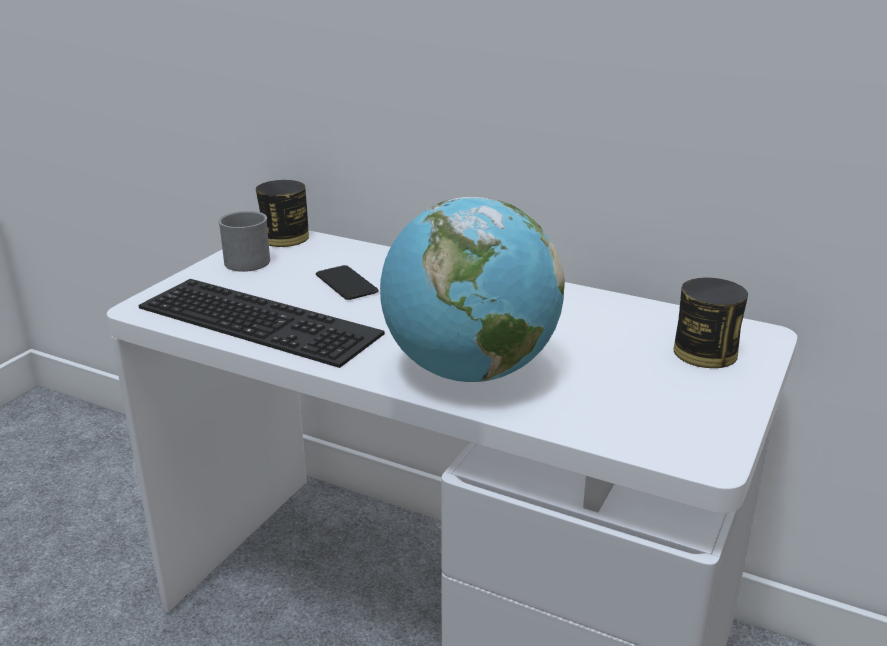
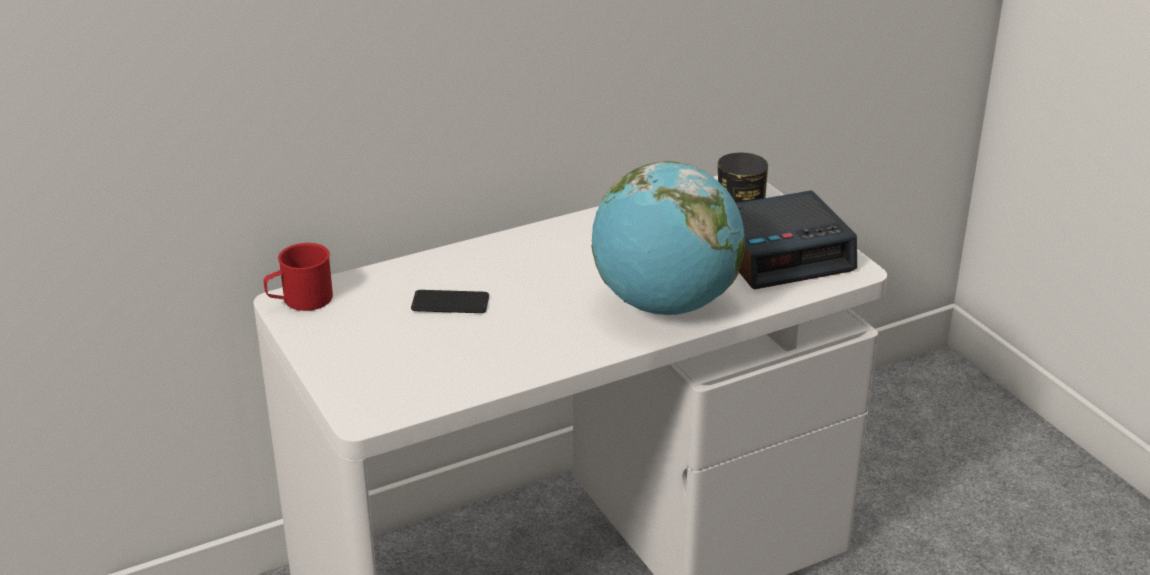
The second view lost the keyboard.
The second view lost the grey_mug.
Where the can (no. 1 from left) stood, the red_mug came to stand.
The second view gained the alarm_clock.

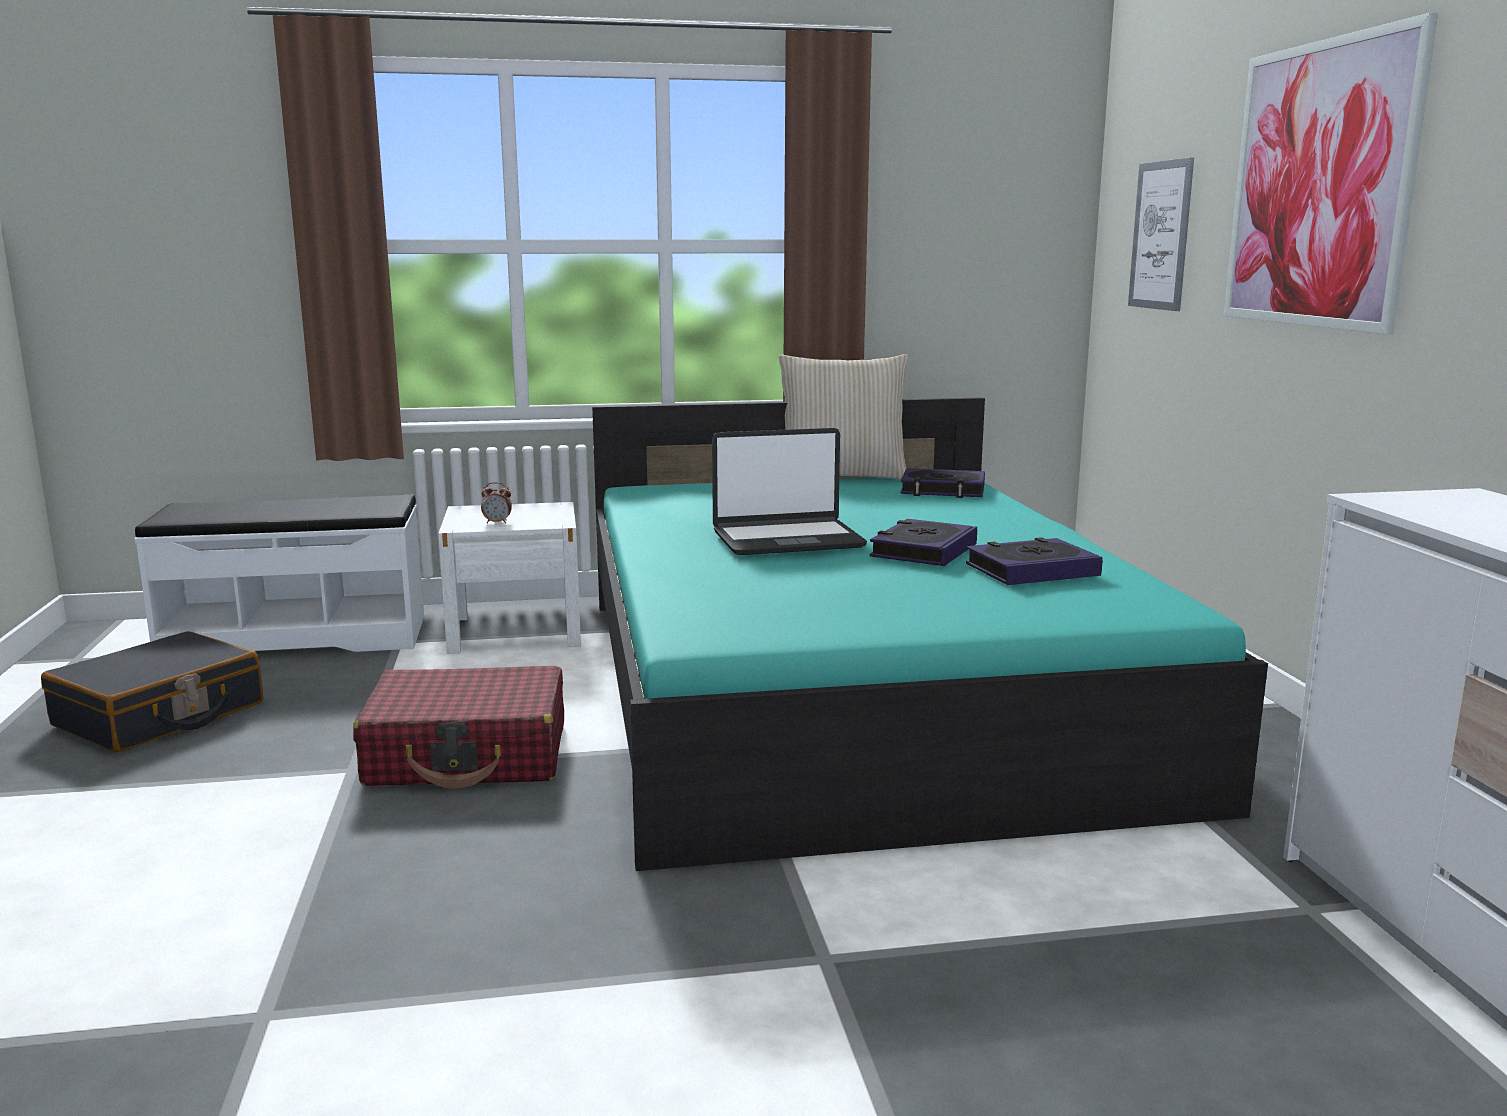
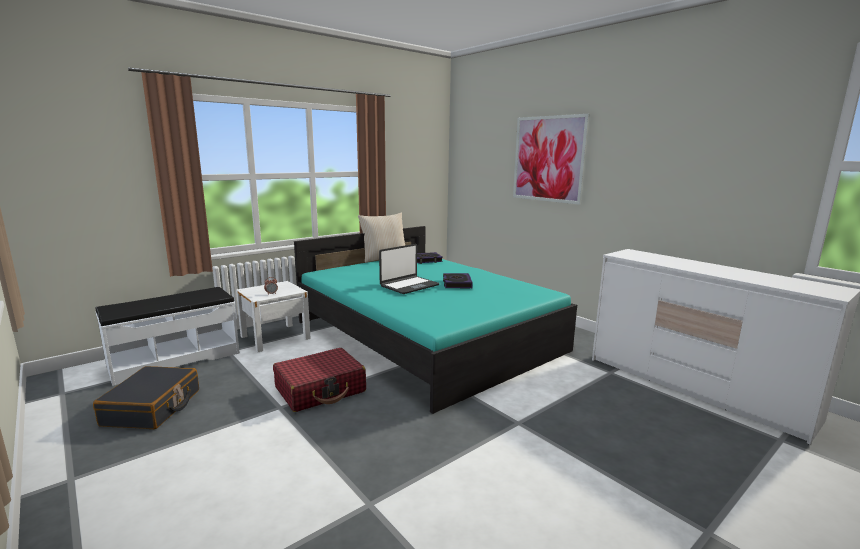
The second view lost the book (no. 3 from left).
The second view lost the picture (no. 1 from left).

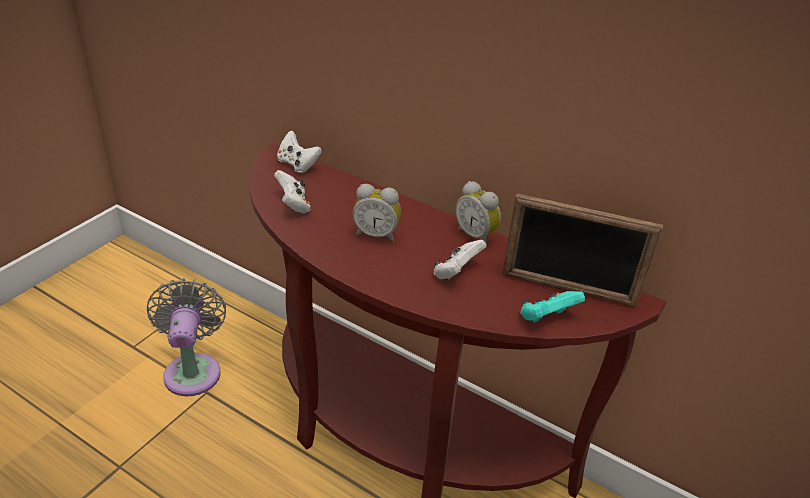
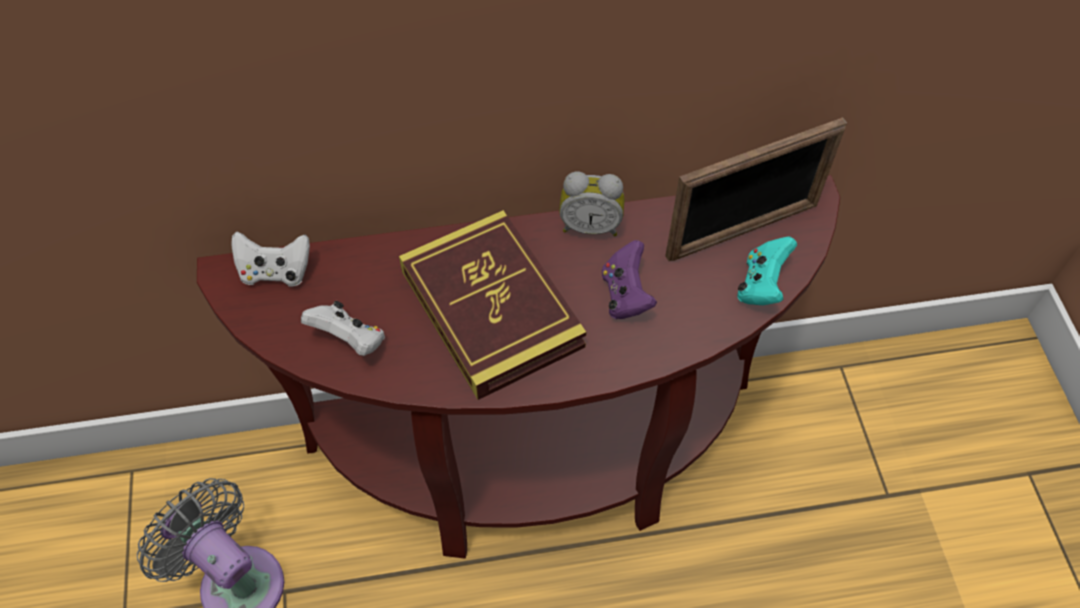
Where the alarm_clock (no. 1 from left) stood, the book came to stand.
What was the white_game_controller (no. 3 from left) turned into the purple_game_controller.

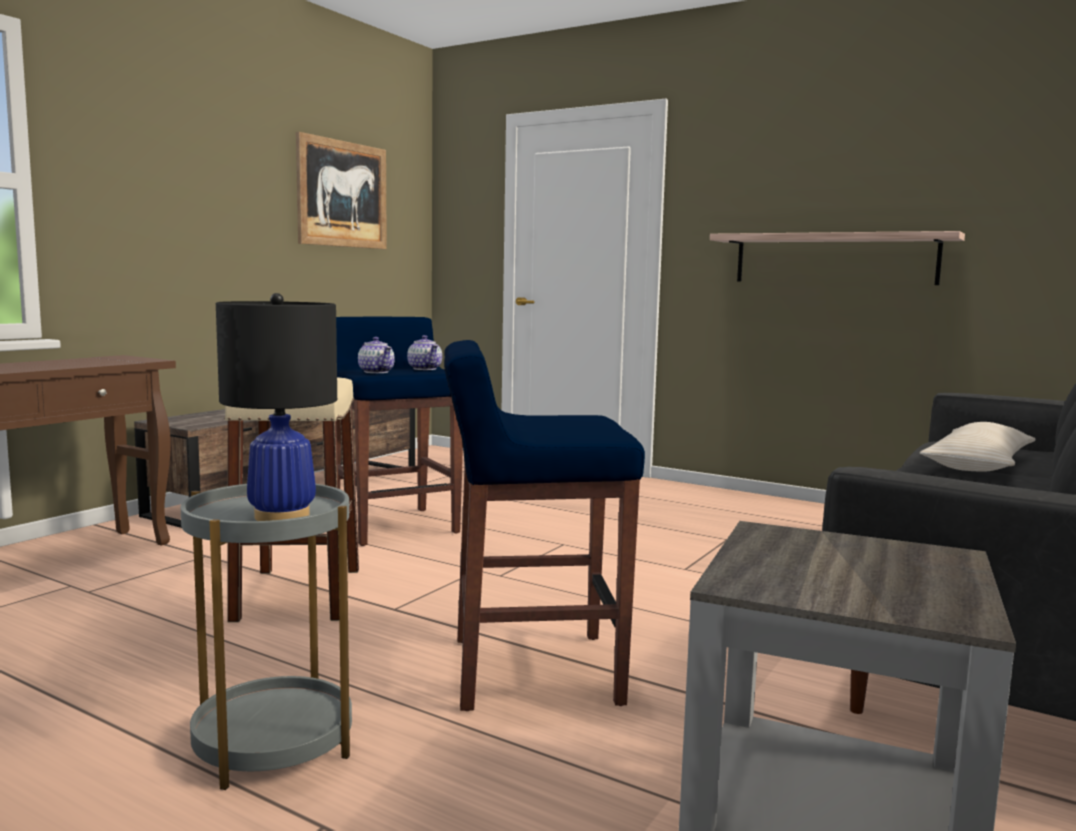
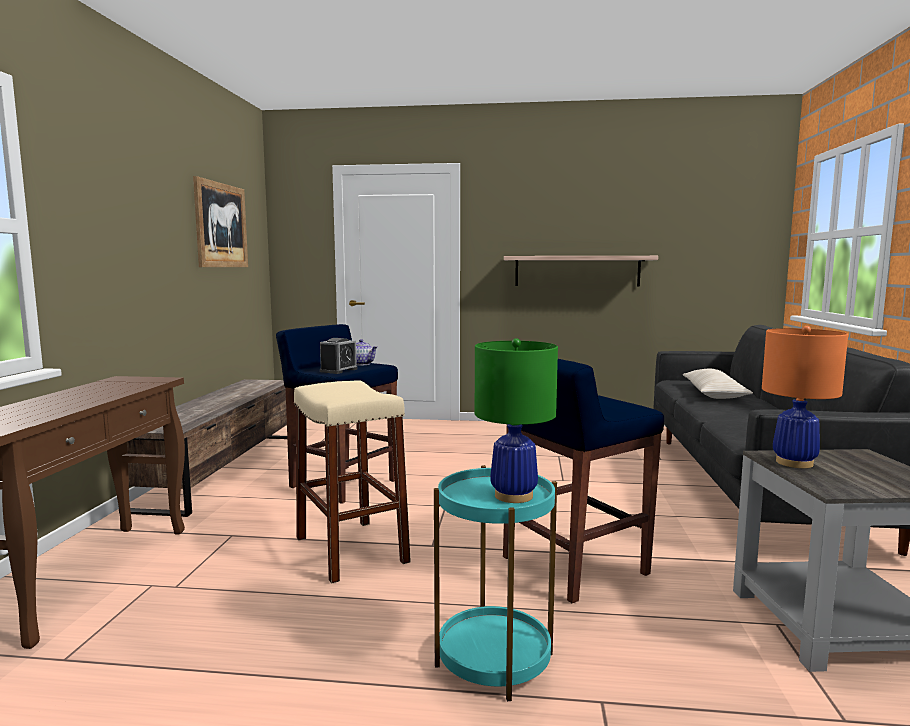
What was the grey_side_table (no. 1 from left) turned into the turquoise_side_table.
What was the black_table_lamp turned into the green_table_lamp.
Where the teapot (no. 1 from left) stood, the alarm_clock came to stand.
The second view gained the orange_table_lamp.

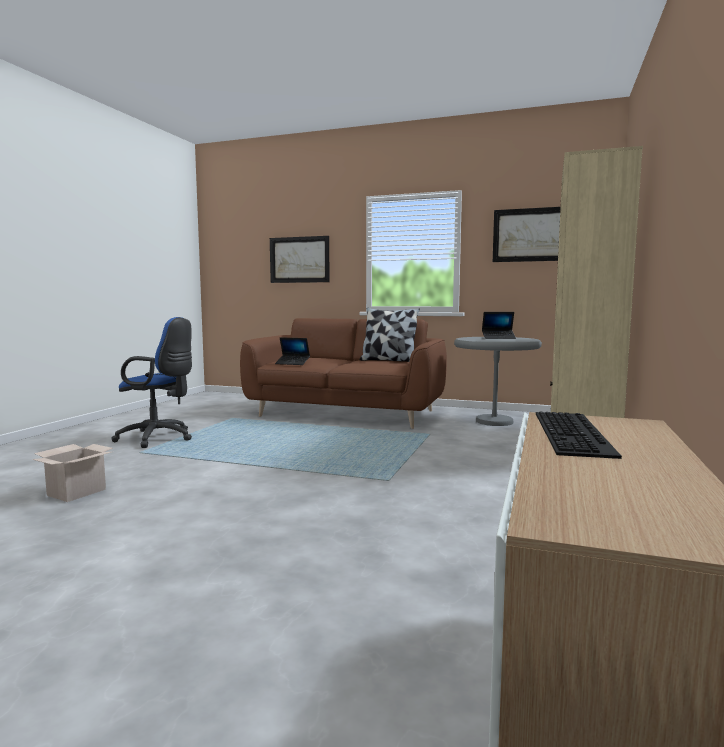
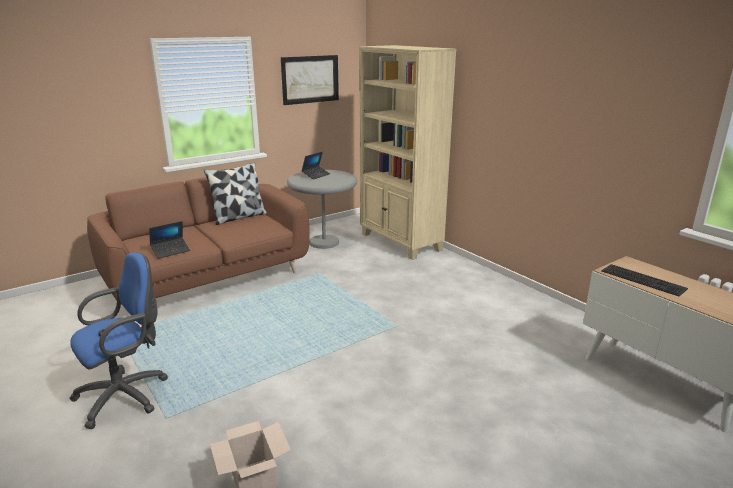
The second view lost the picture (no. 1 from left).

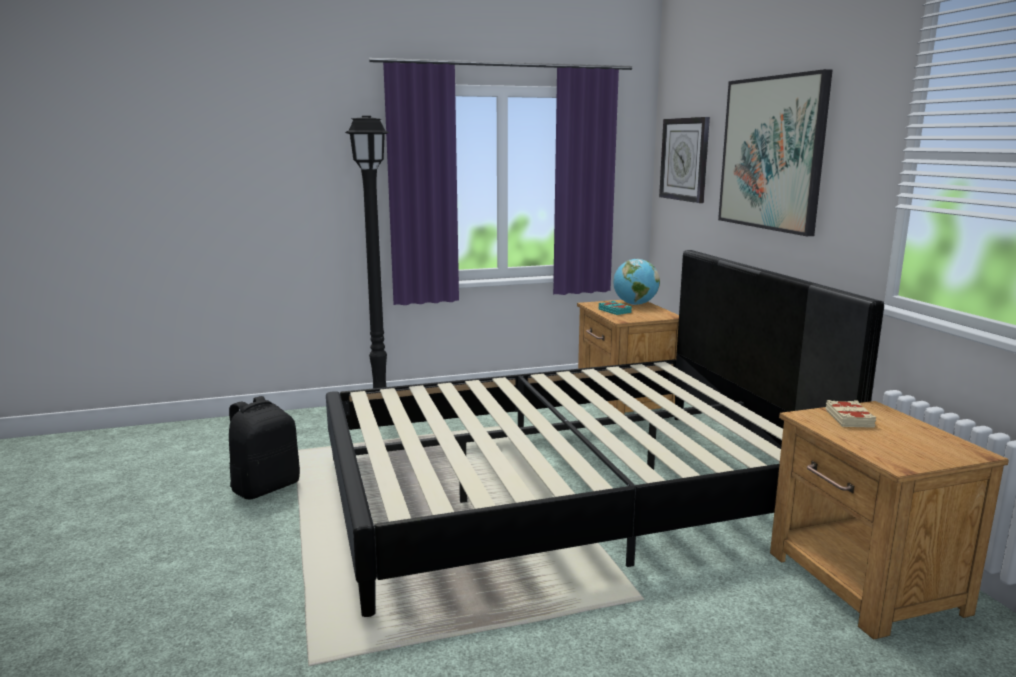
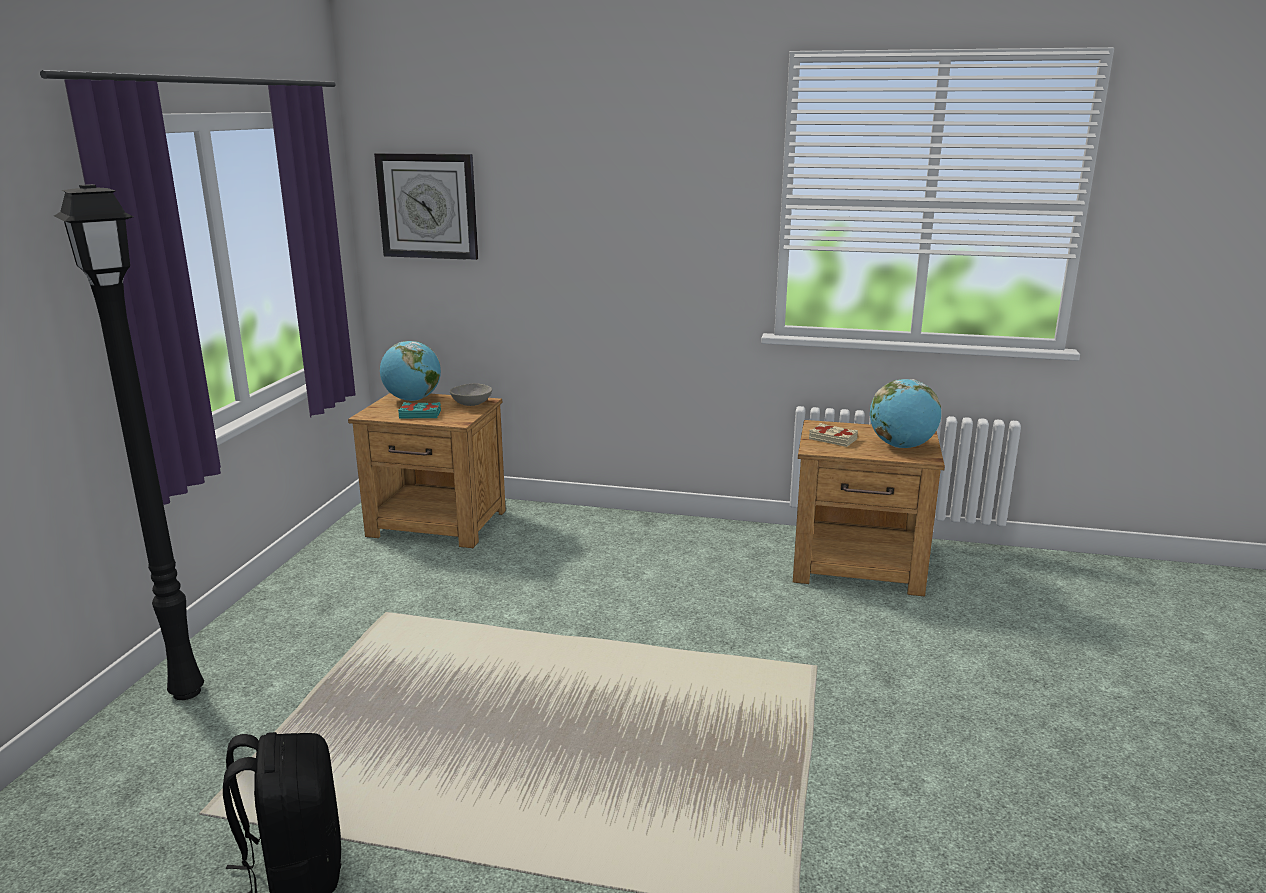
The second view lost the black_bed.
The second view lost the picture.
The second view gained the grey_bowl.
The second view gained the globe (no. 2 from left).

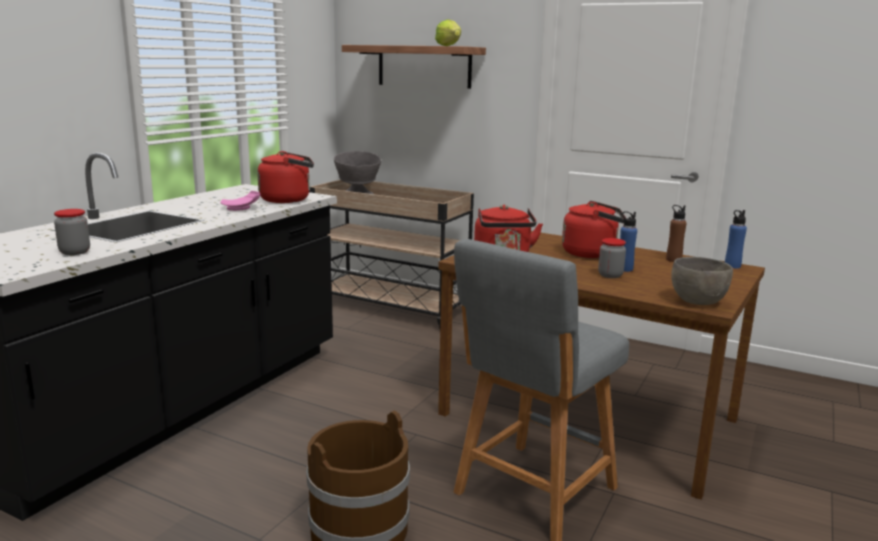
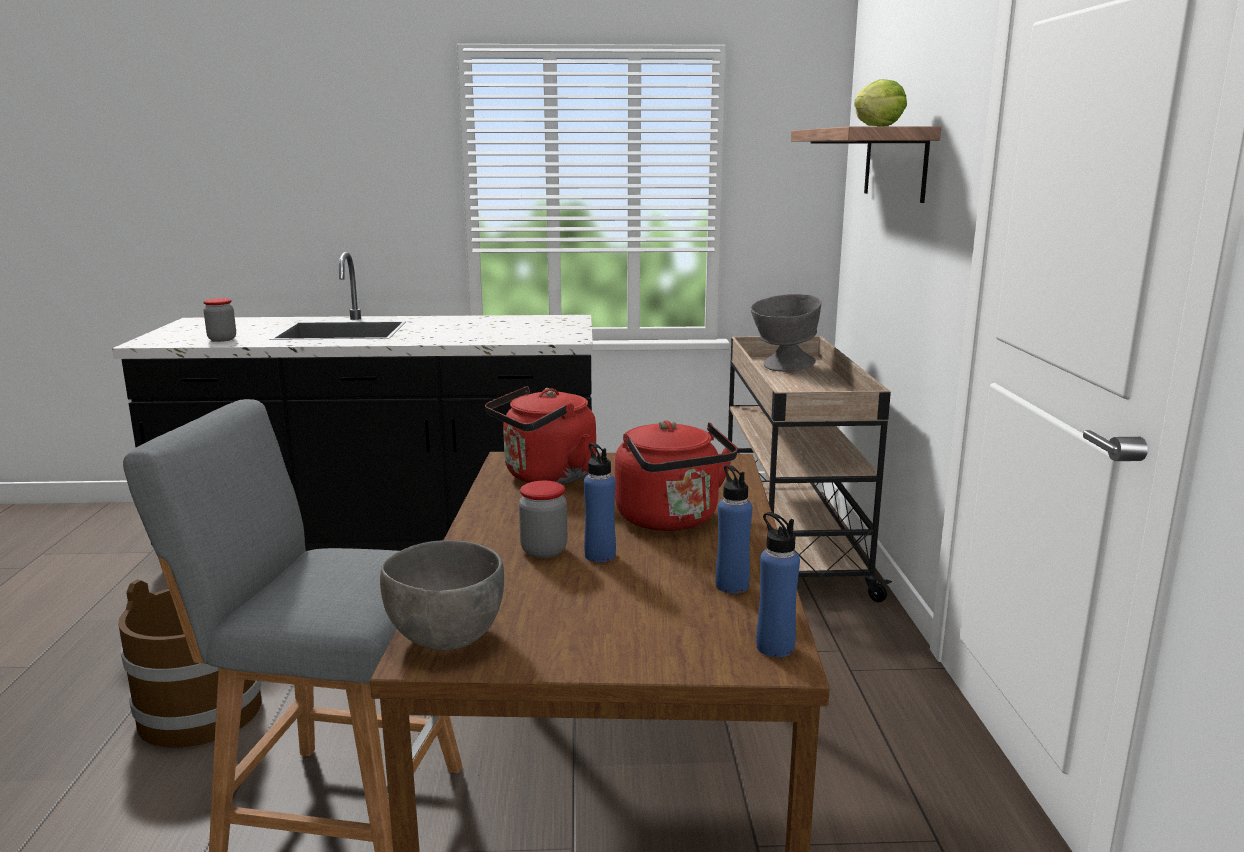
The second view lost the pink_plate.
The second view lost the red_kettle (no. 1 from left).
What was the brown_bottle turned into the blue_bottle (no. 2 from left).

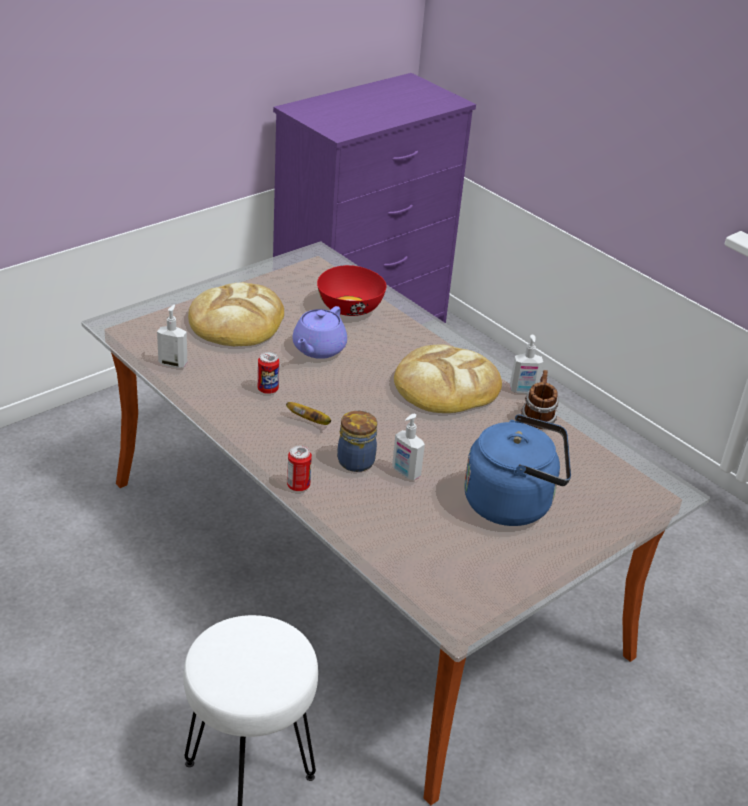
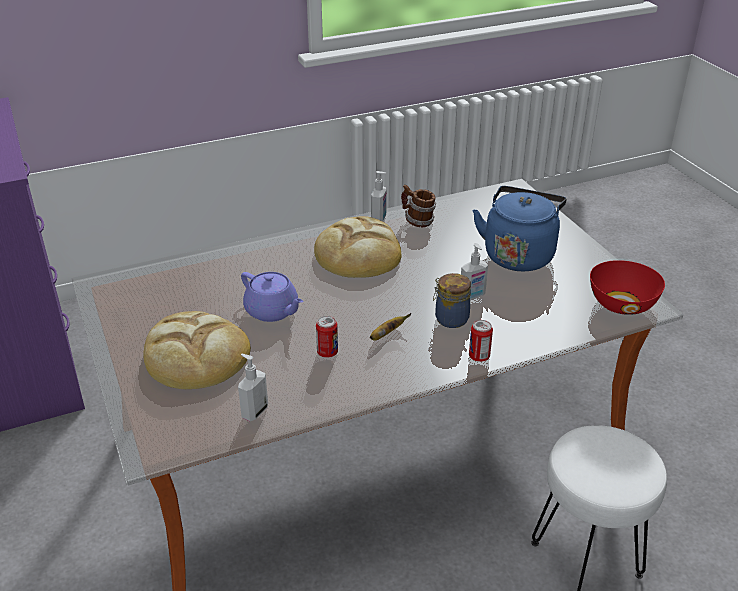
The red_bowl ended up elsewhere.

